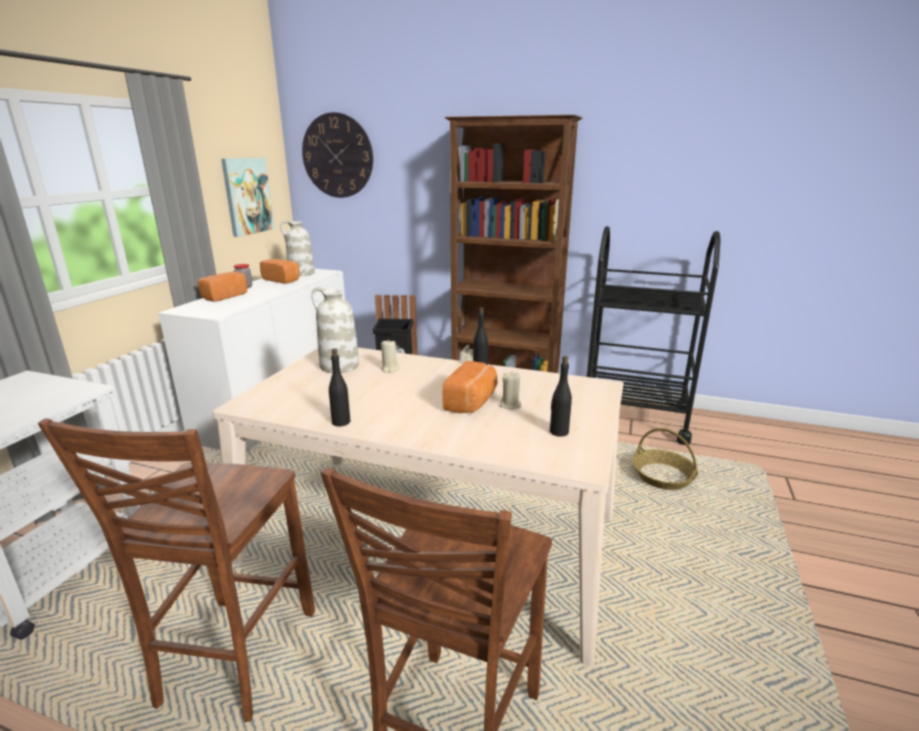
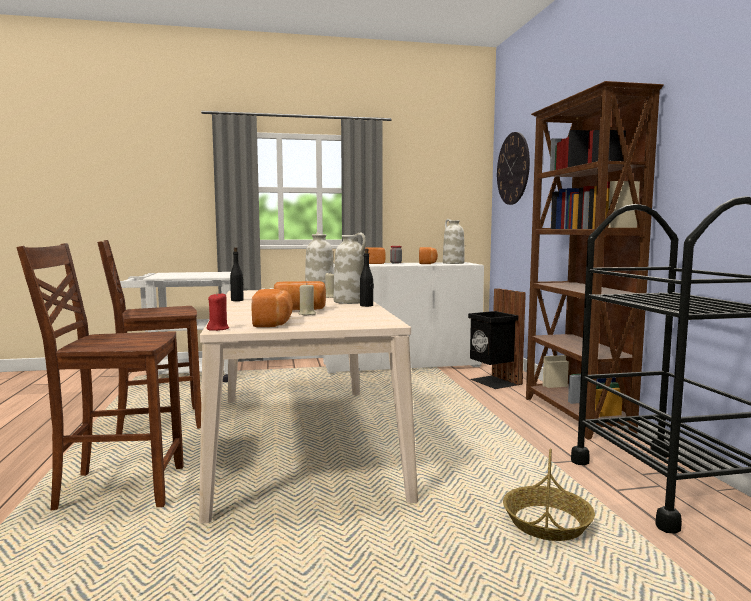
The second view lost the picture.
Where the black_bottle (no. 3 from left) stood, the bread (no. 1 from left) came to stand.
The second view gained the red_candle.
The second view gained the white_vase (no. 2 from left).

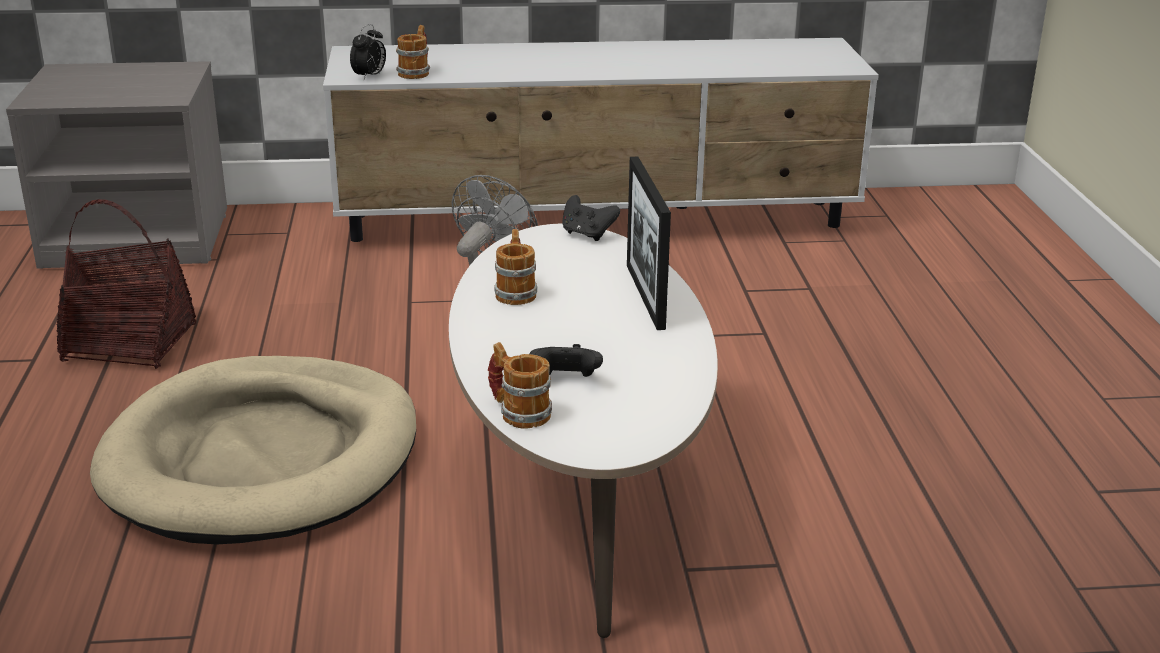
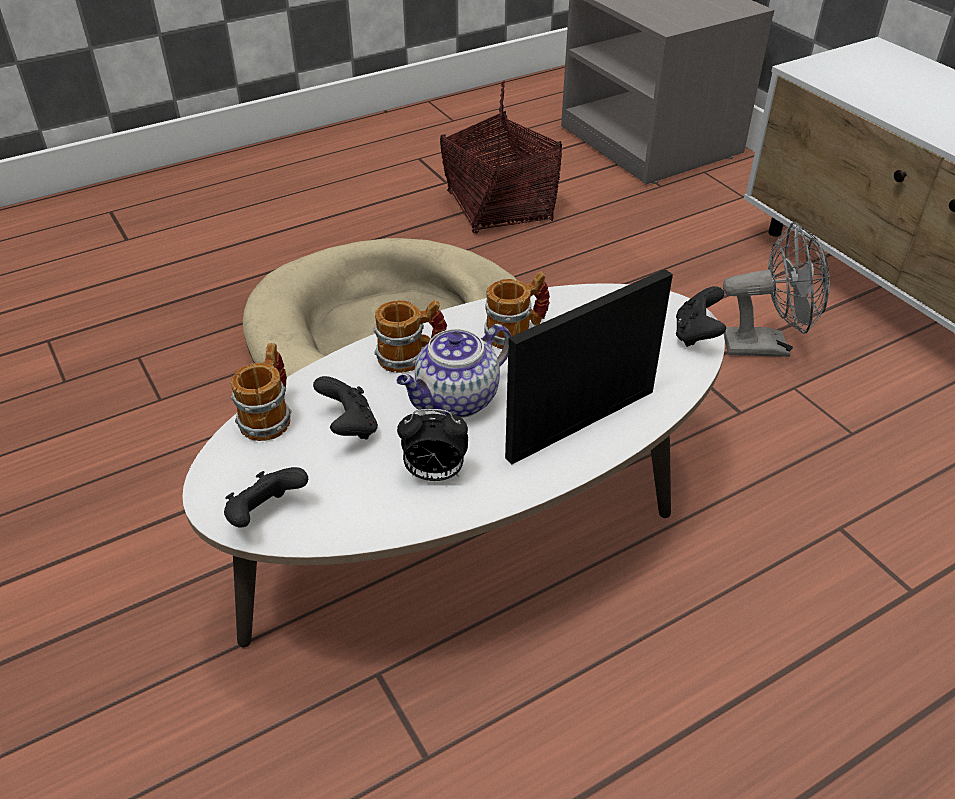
The alarm_clock ended up elsewhere.
The mug (no. 1 from left in the first image) ended up elsewhere.
The second view gained the black_game_controller (no. 1 from left).
The second view gained the teapot.

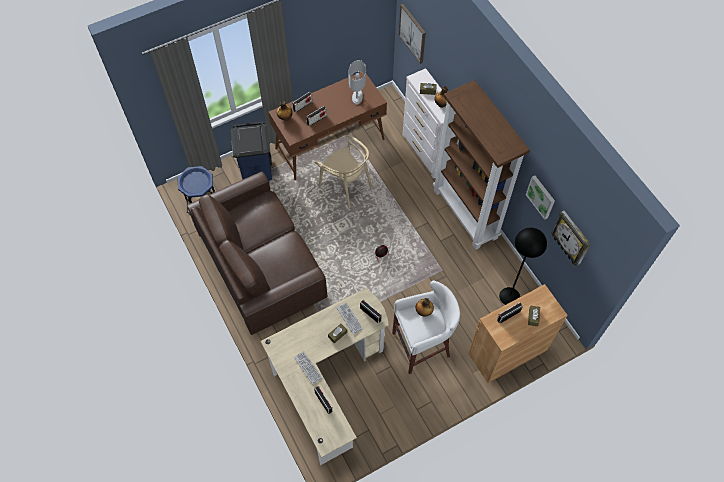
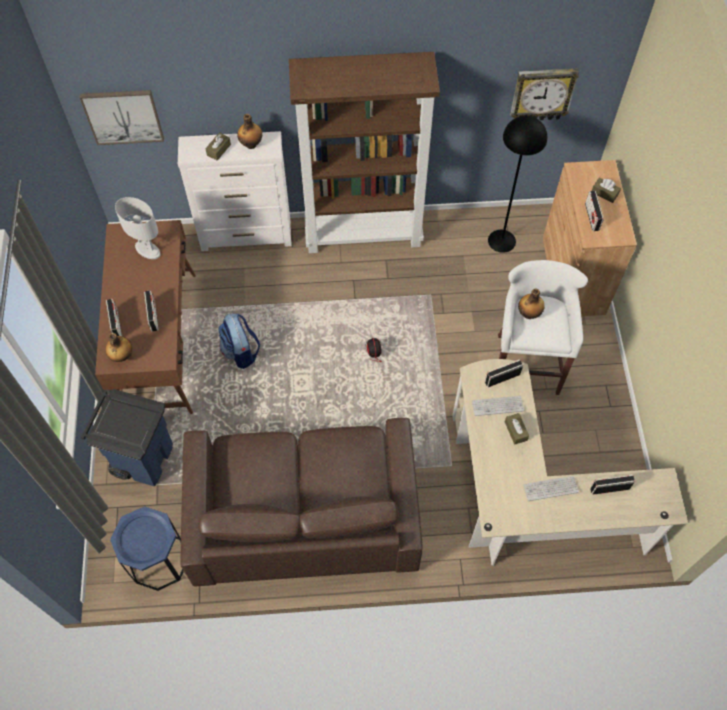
Where the beige_chair stood, the backpack came to stand.
The second view lost the picture (no. 2 from left).

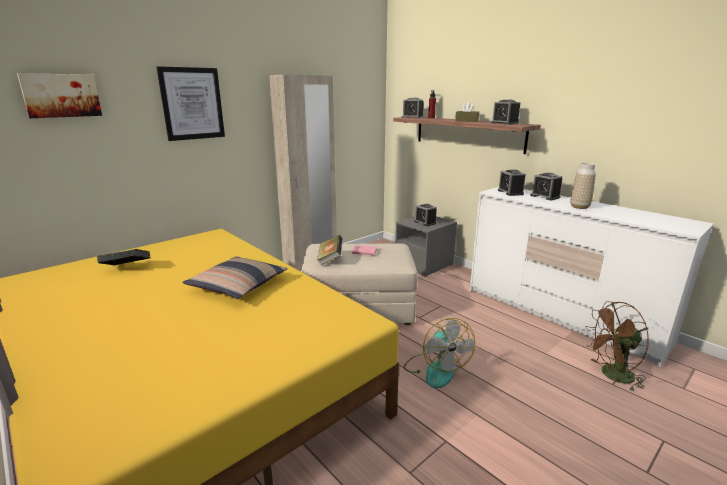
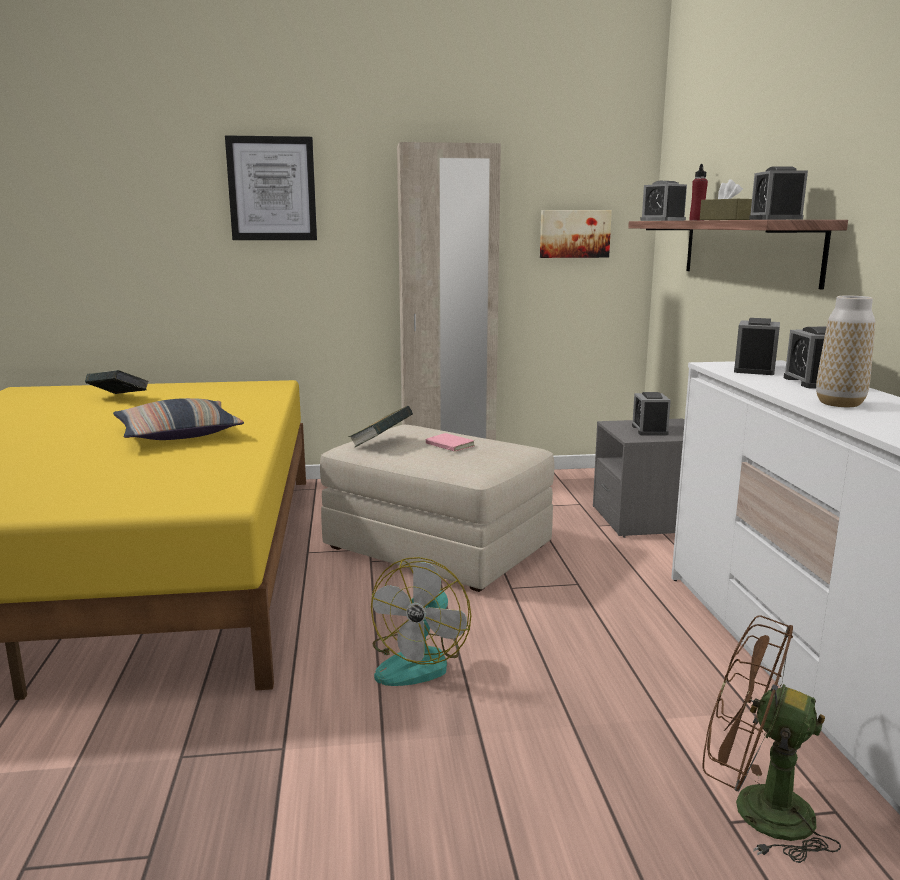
The picture (no. 1 from left in the first image) ended up elsewhere.

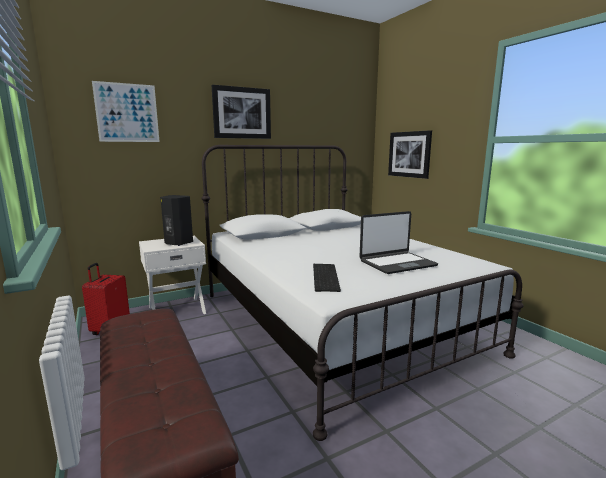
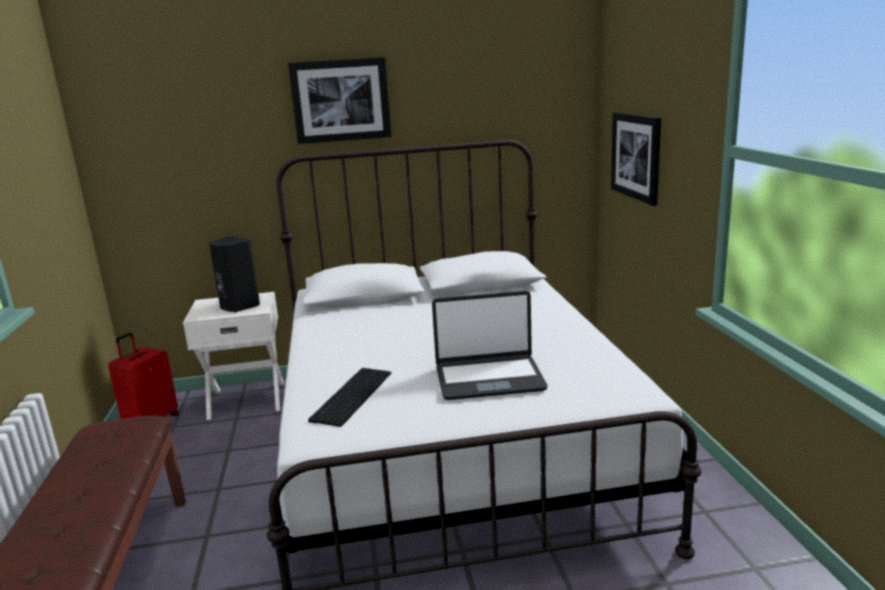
The second view lost the picture (no. 1 from left).

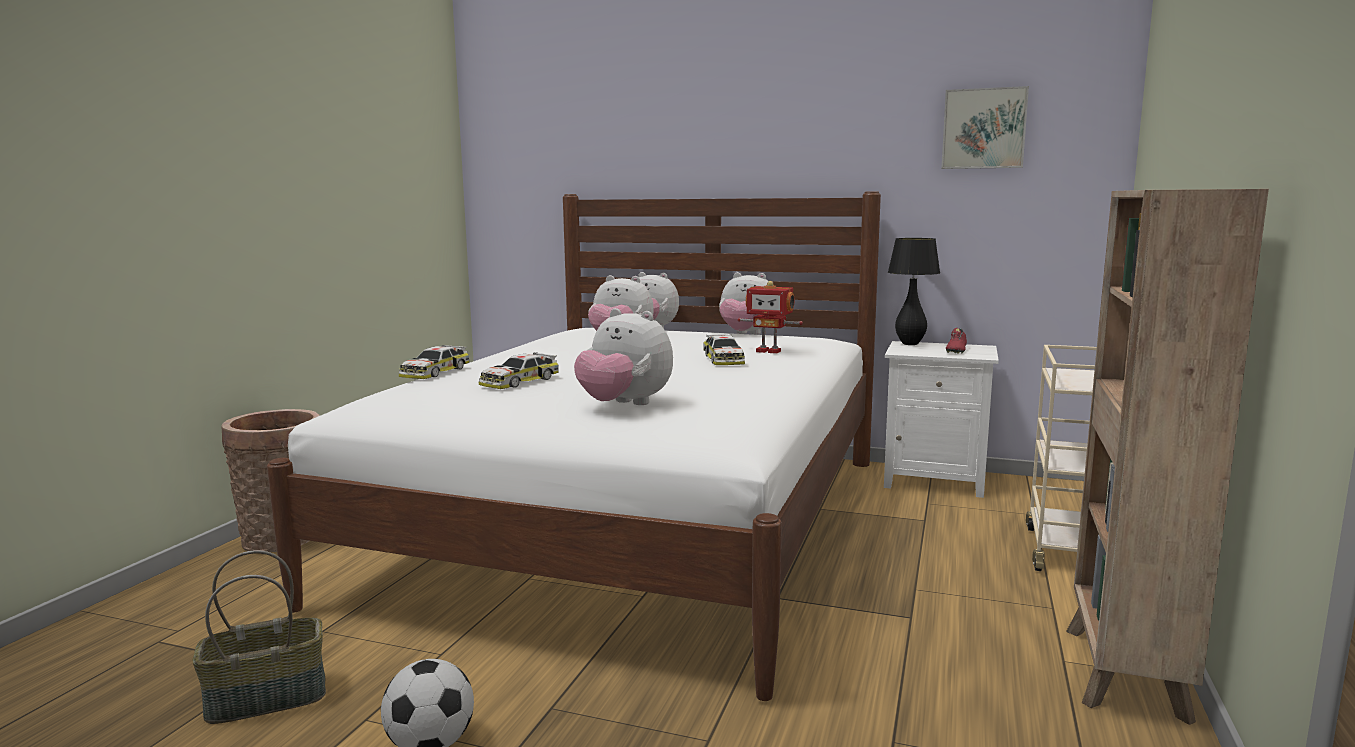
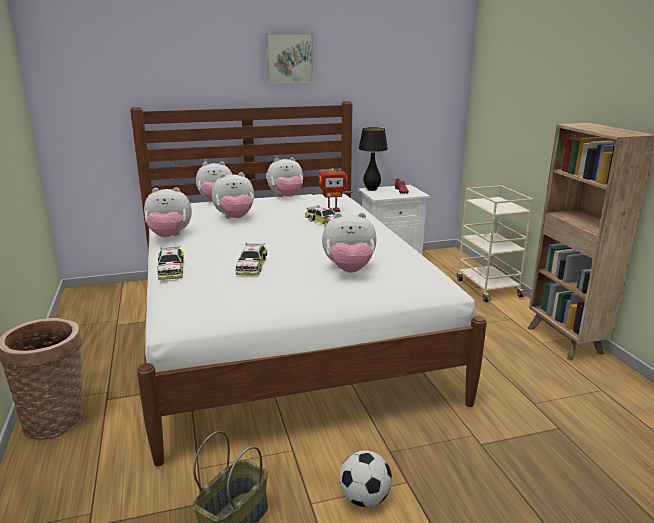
The picture ended up elsewhere.
The second view gained the plush_toy (no. 1 from left).

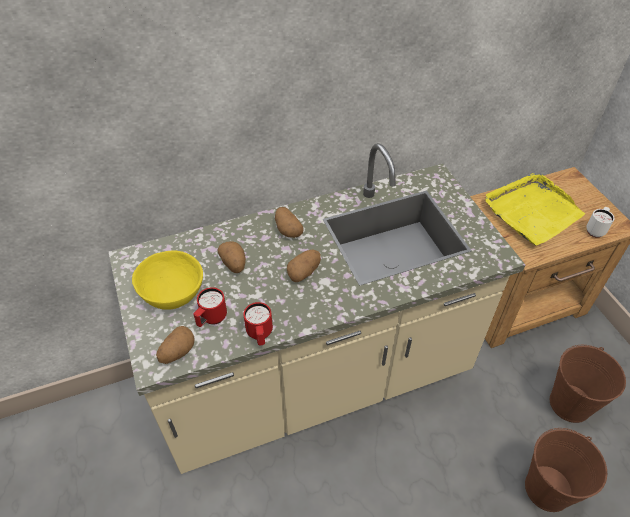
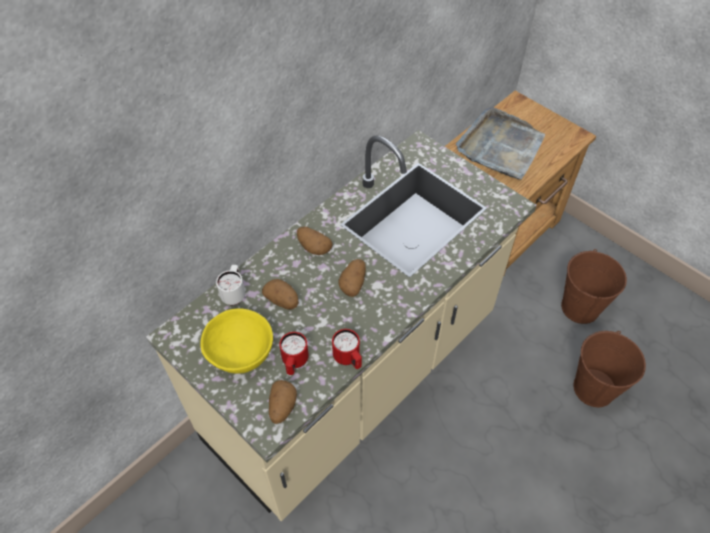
What was the yellow_tray turned into the grey_tray.
The white_mug ended up elsewhere.

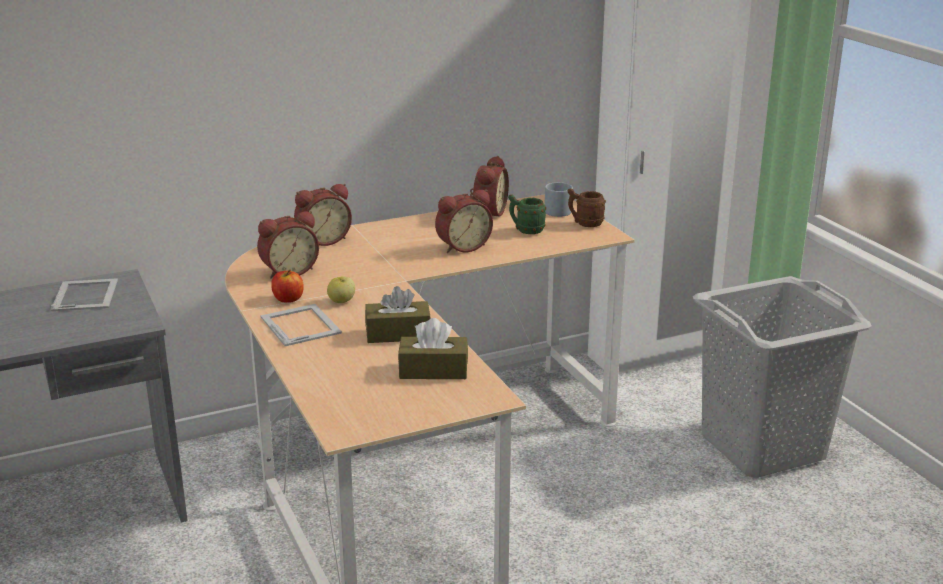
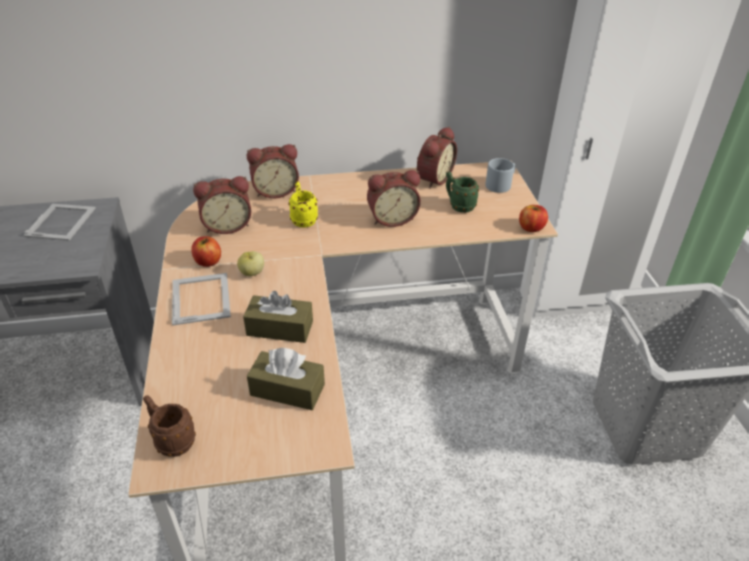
The brown_mug ended up elsewhere.
The second view gained the yellow_mug.
The second view gained the apple (no. 3 from left).

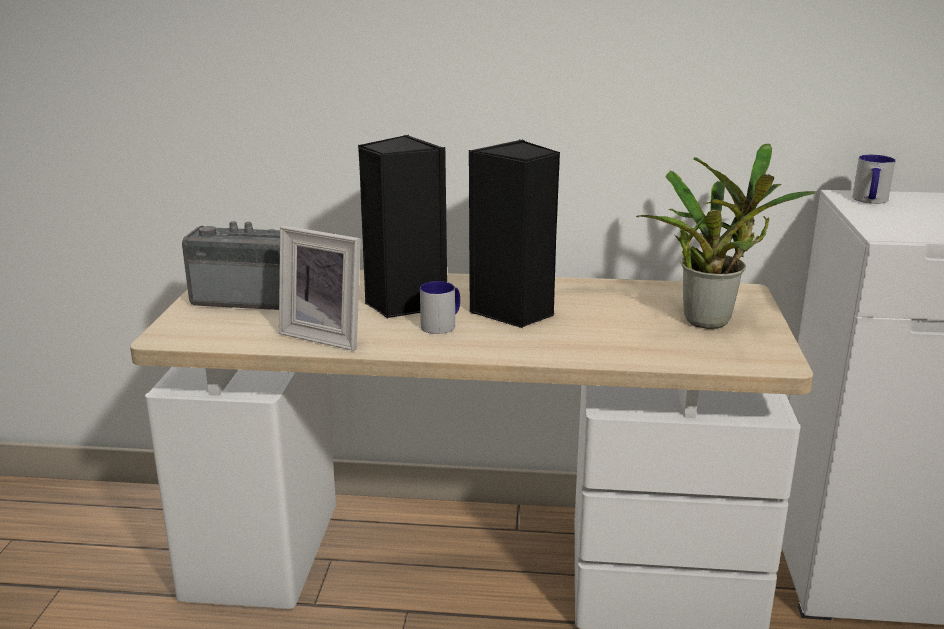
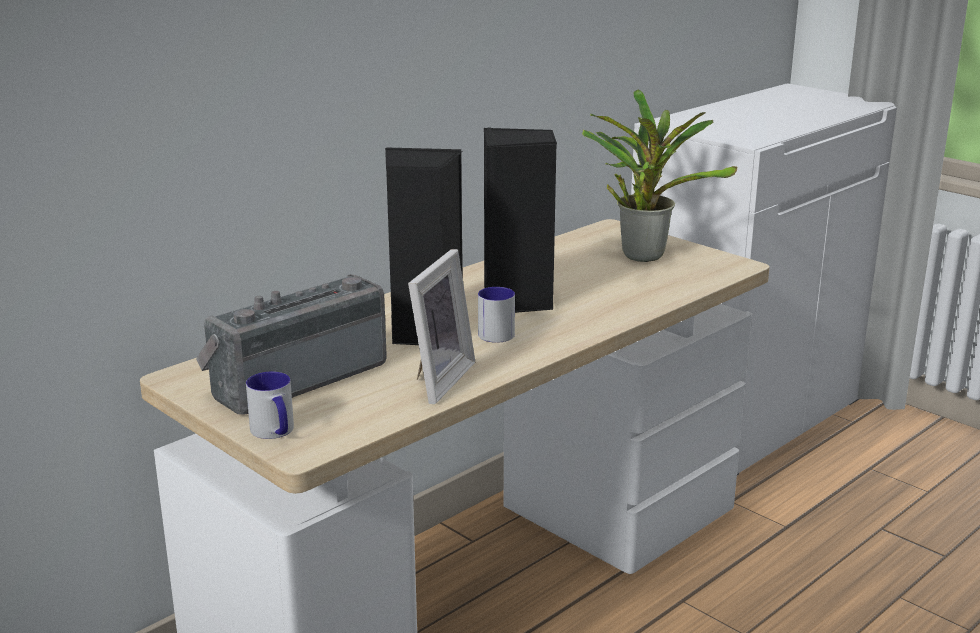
The picture_frame ended up facing another way, 45 degrees counterclockwise from before.
The mug (no. 2 from left in the first image) ended up elsewhere.

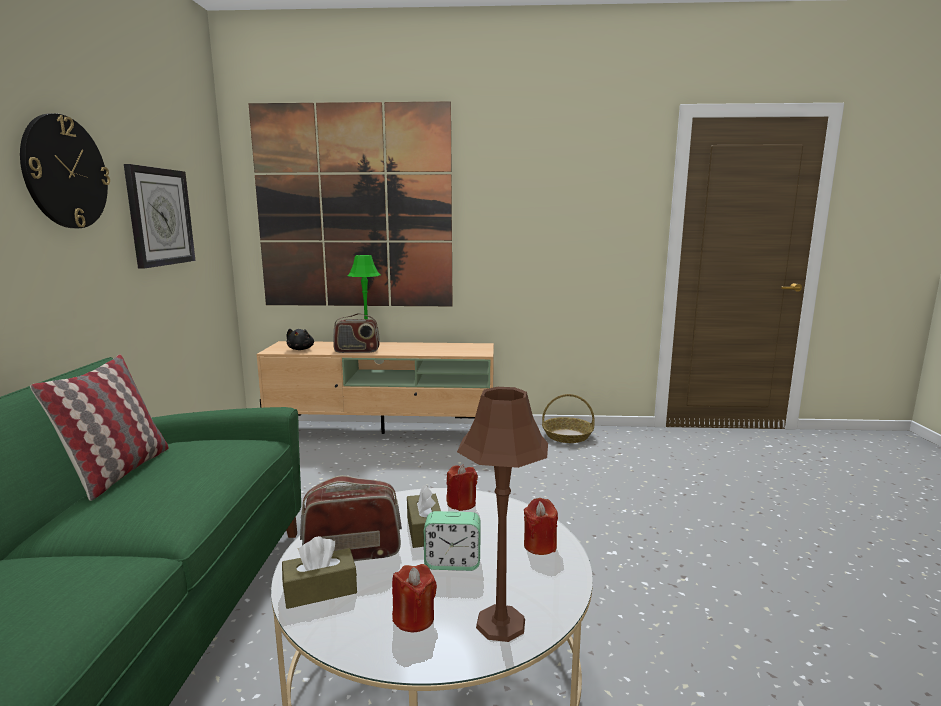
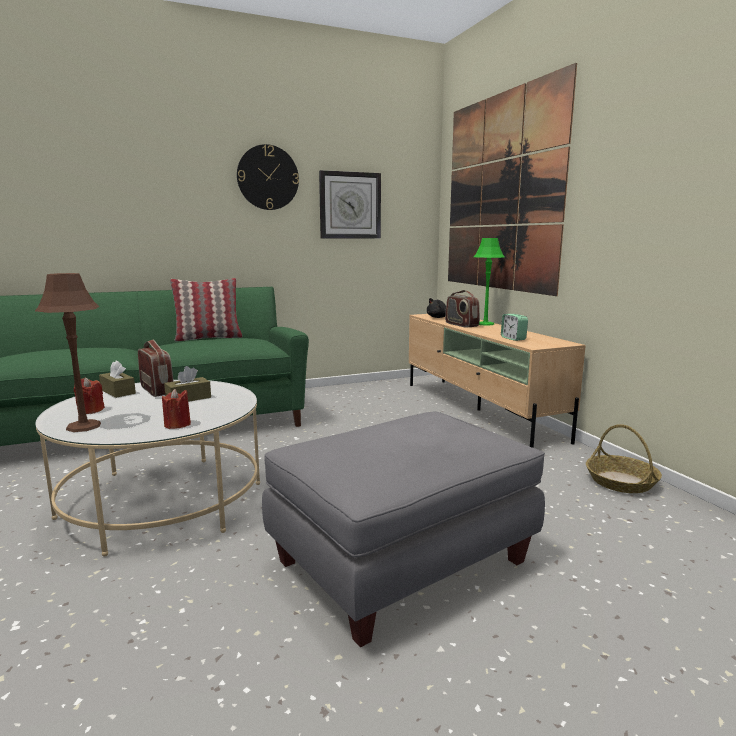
The alarm_clock ended up elsewhere.
The second view lost the red_candle (no. 2 from left).
The second view gained the grey_ottoman.

